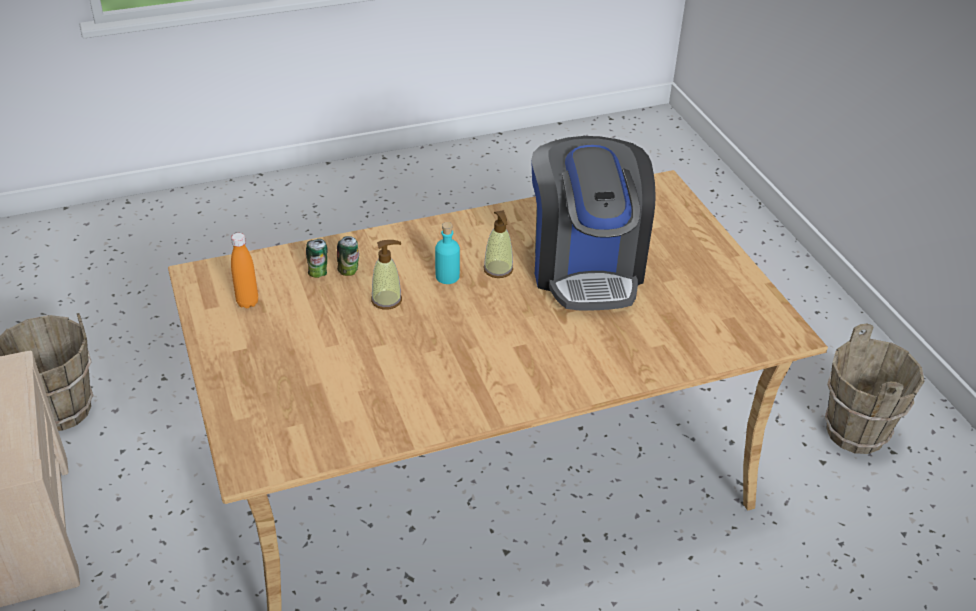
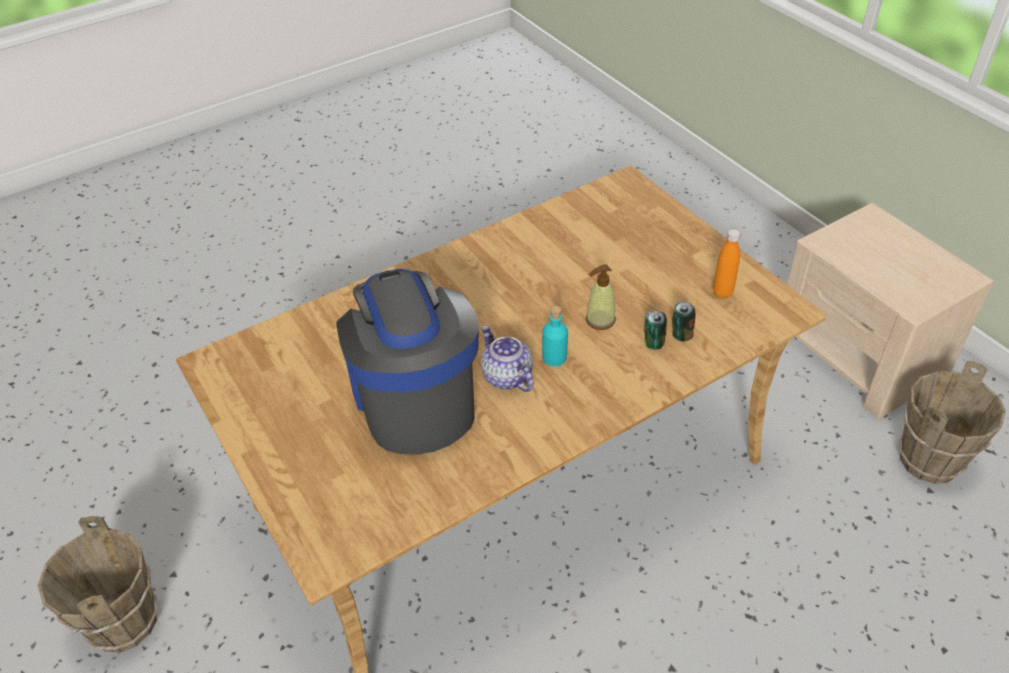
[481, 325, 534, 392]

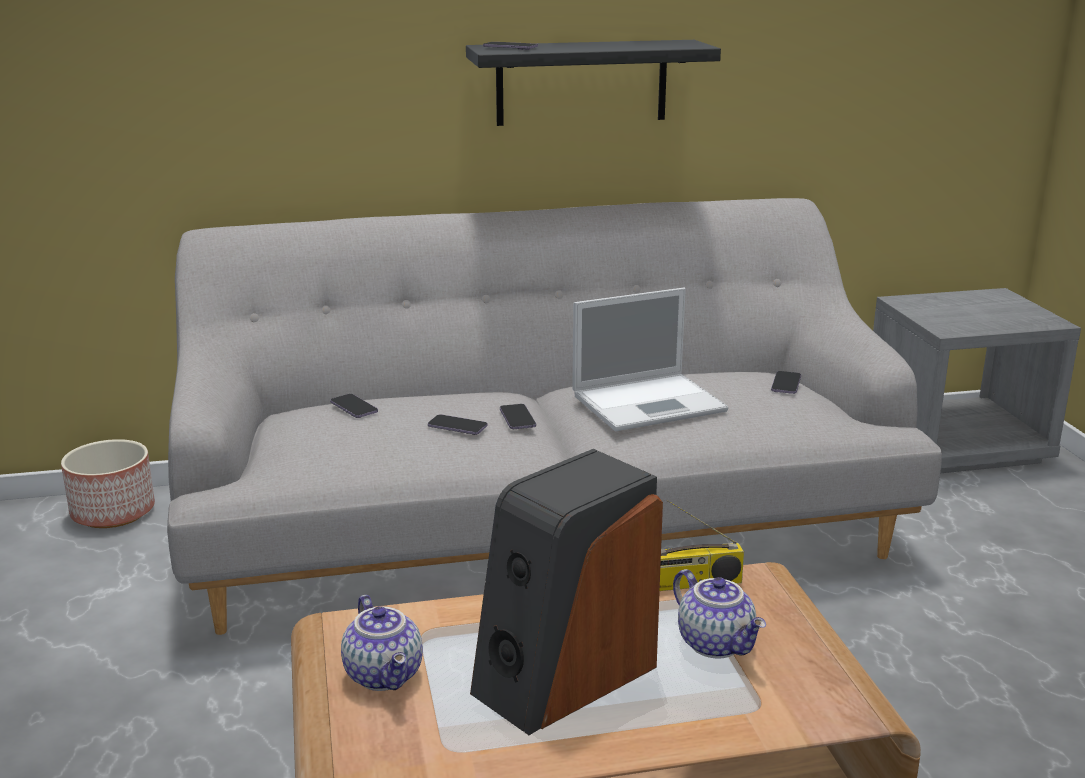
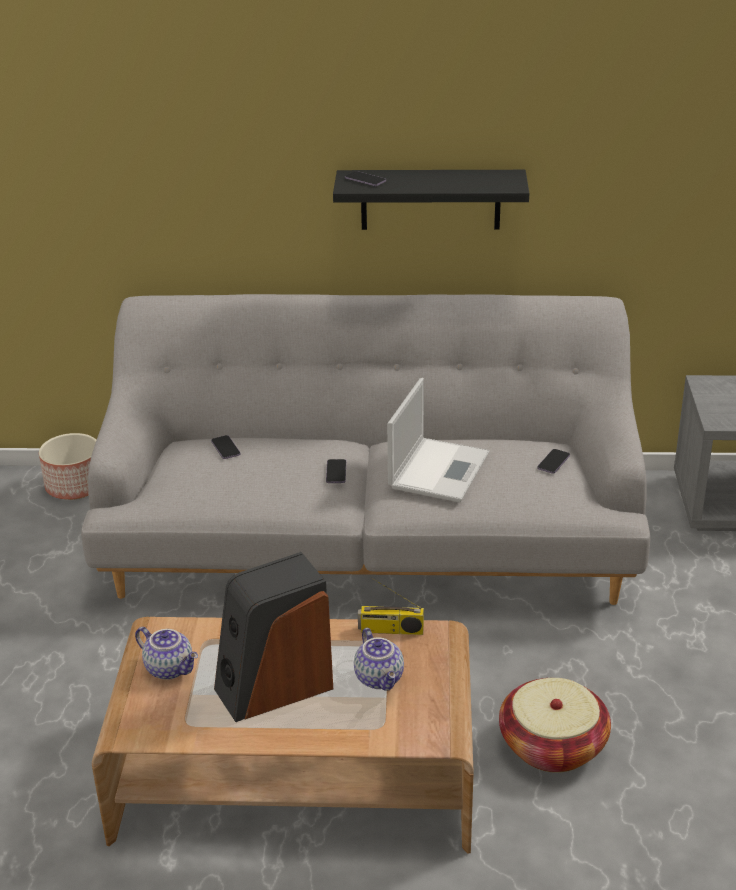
[428, 414, 487, 435] (first image)
[499, 678, 611, 773]
[135, 627, 198, 680]
[387, 378, 489, 503]

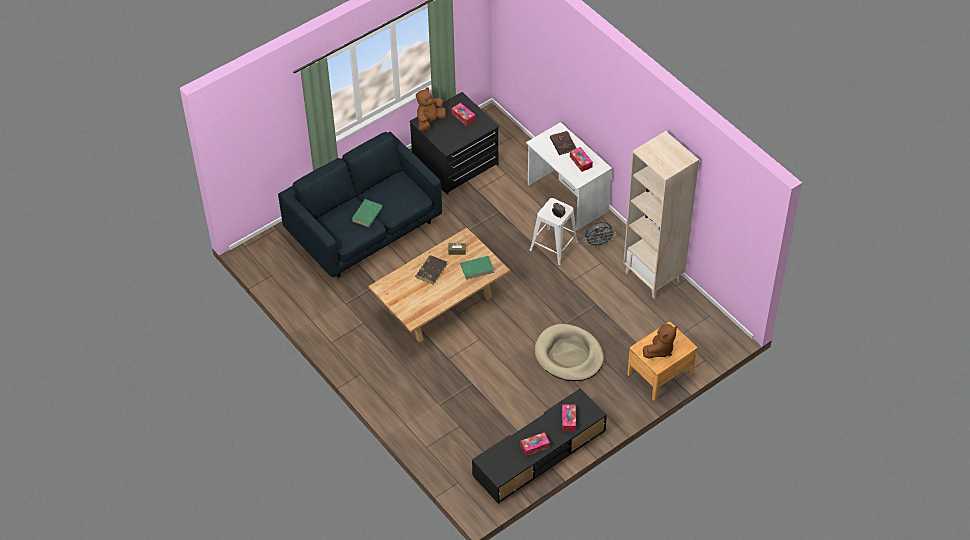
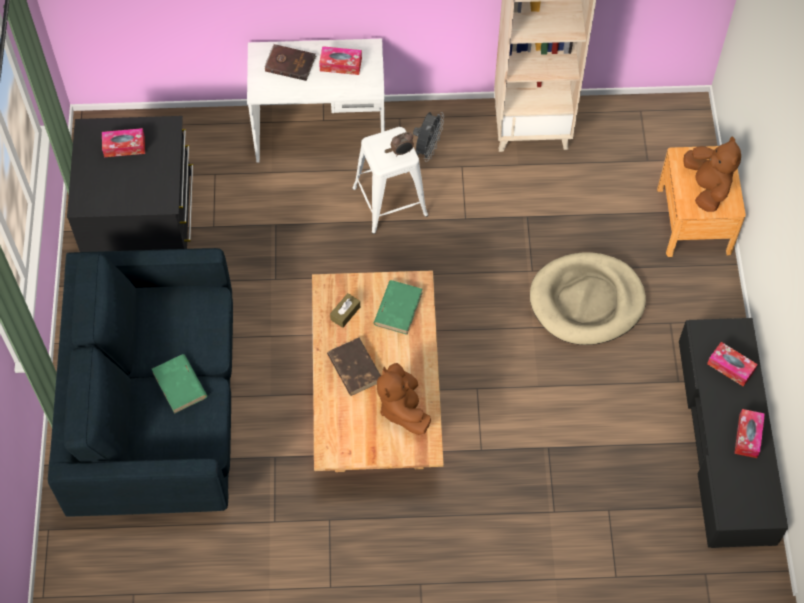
[377, 363, 431, 435]

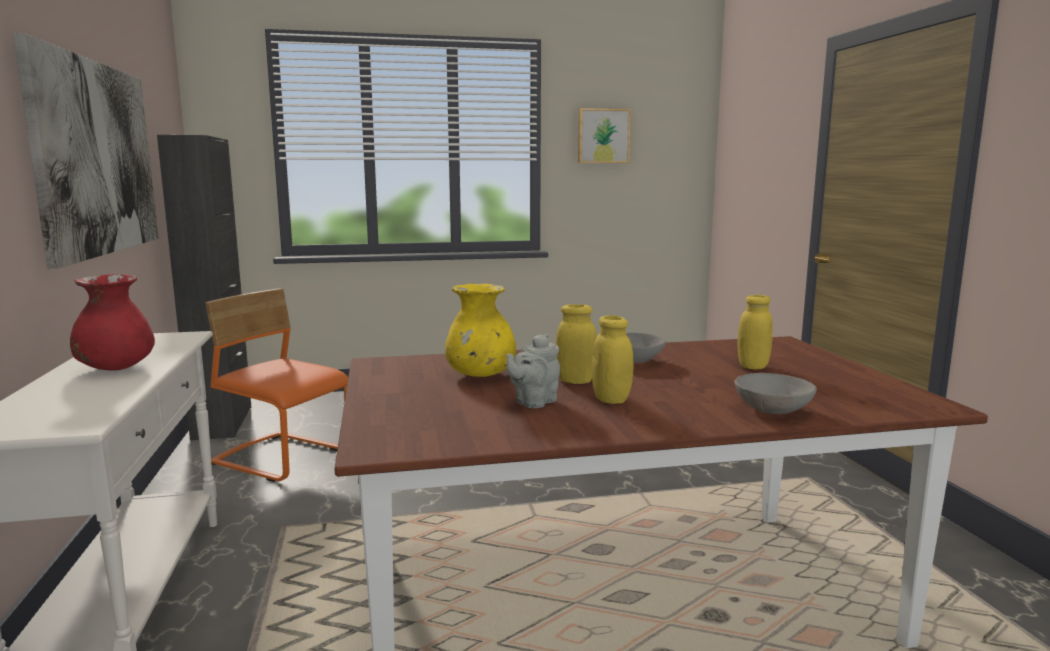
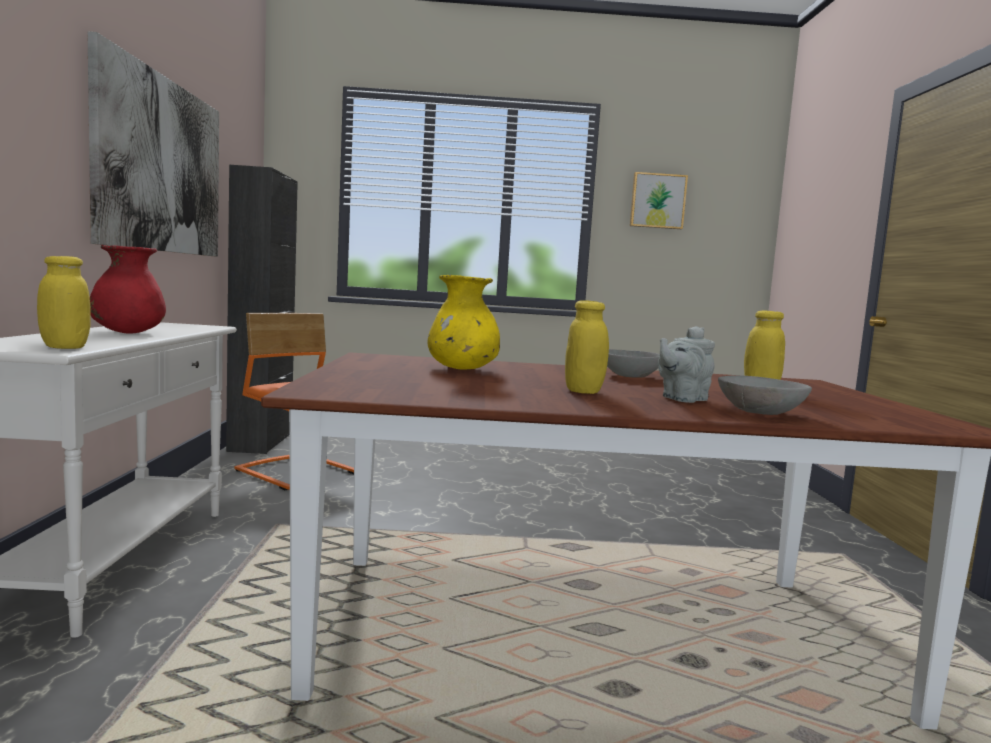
[658, 326, 715, 403]
[37, 256, 91, 349]

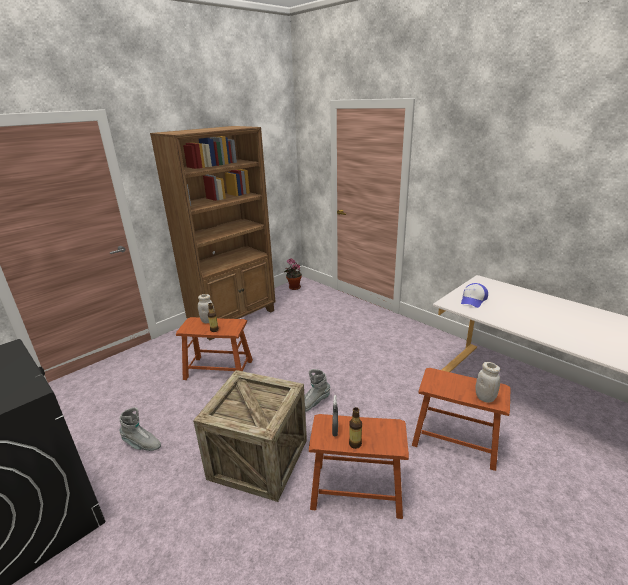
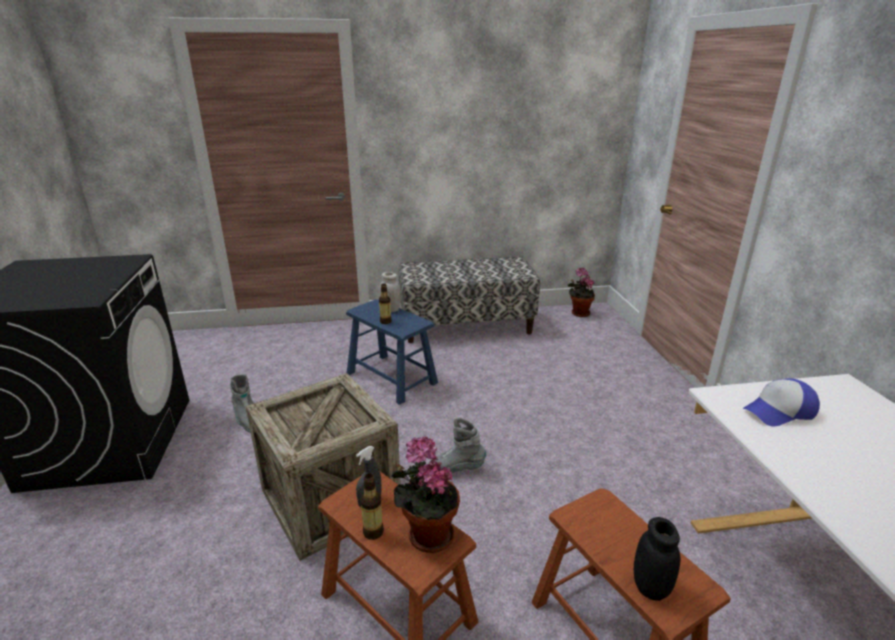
[391, 436, 460, 553]
[398, 257, 540, 343]
[346, 299, 438, 405]
[634, 517, 680, 601]

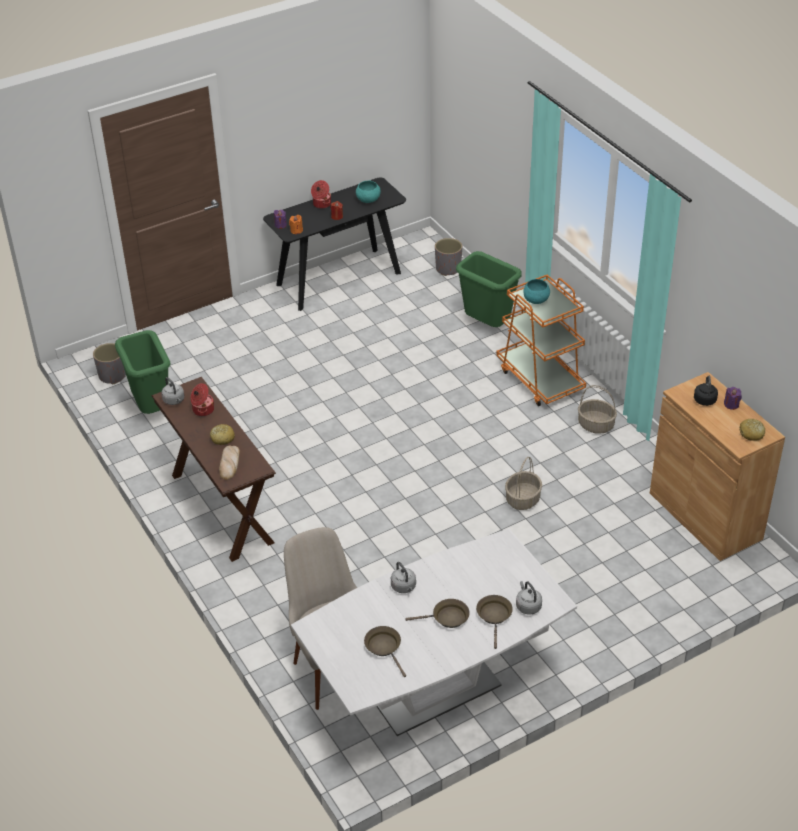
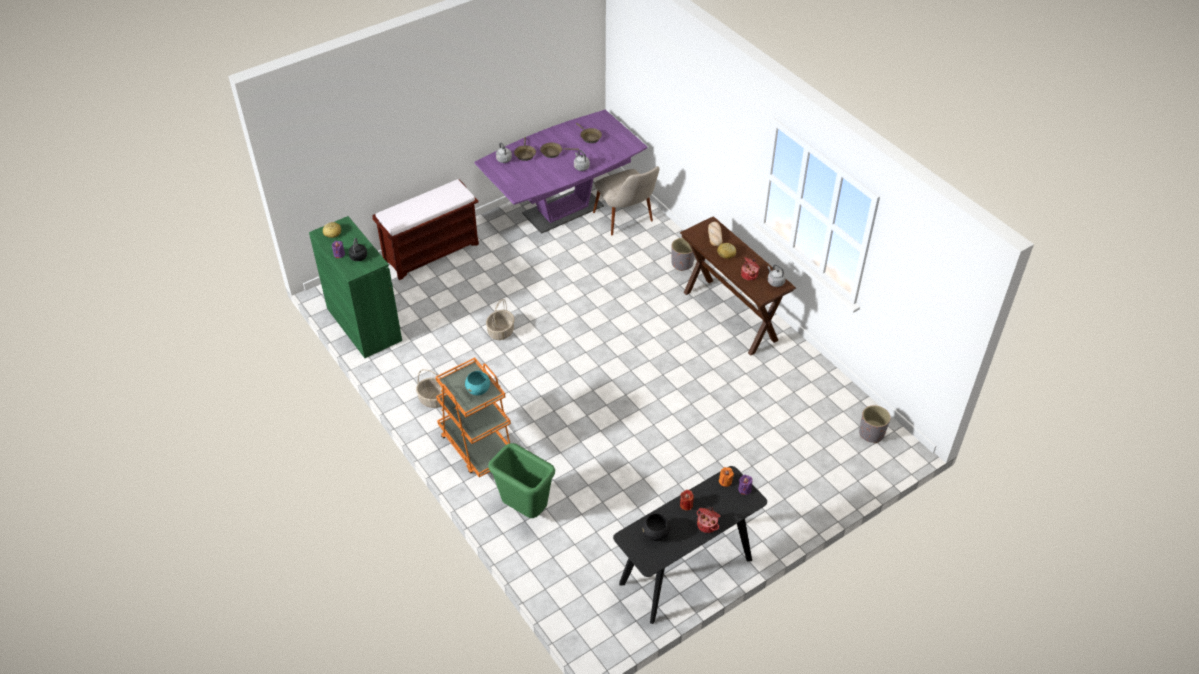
[115, 330, 171, 414] (first image)
[372, 179, 479, 280]
[671, 238, 694, 271]
[474, 110, 647, 234]
[642, 514, 671, 541]
[309, 216, 402, 358]

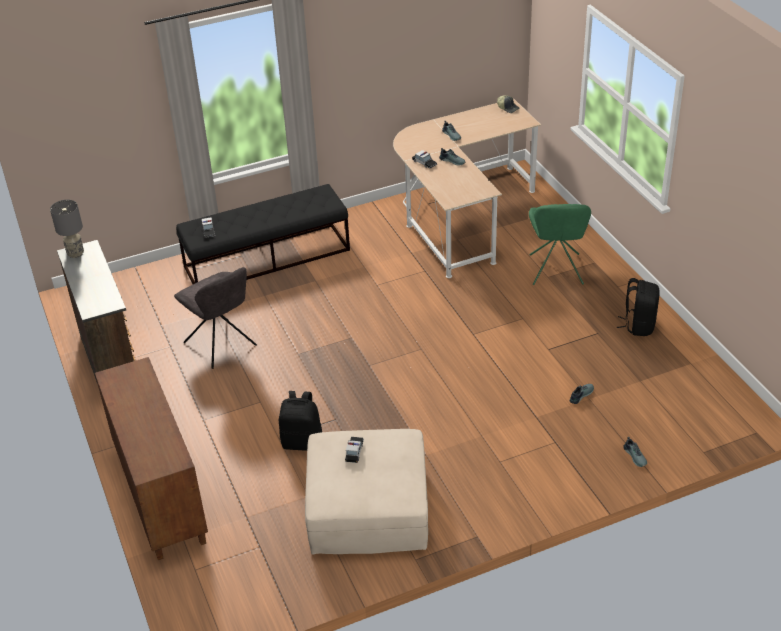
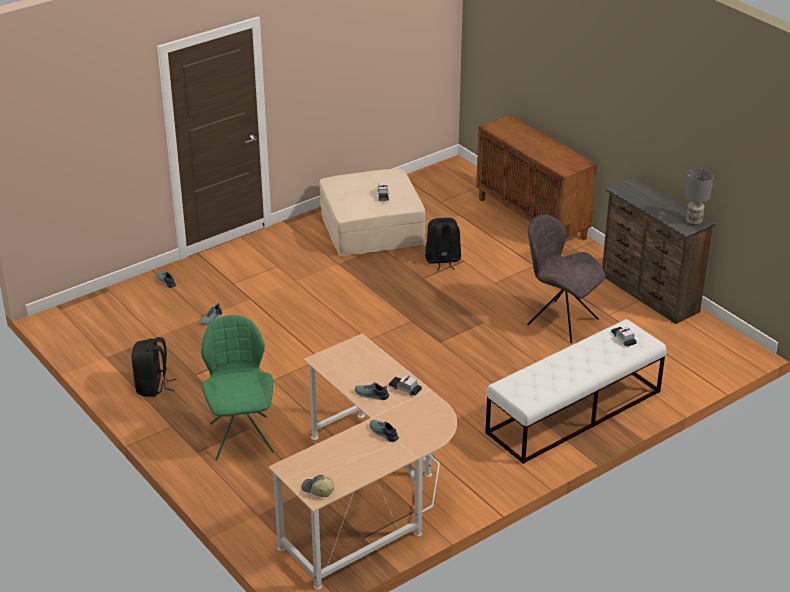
[485, 319, 667, 464]

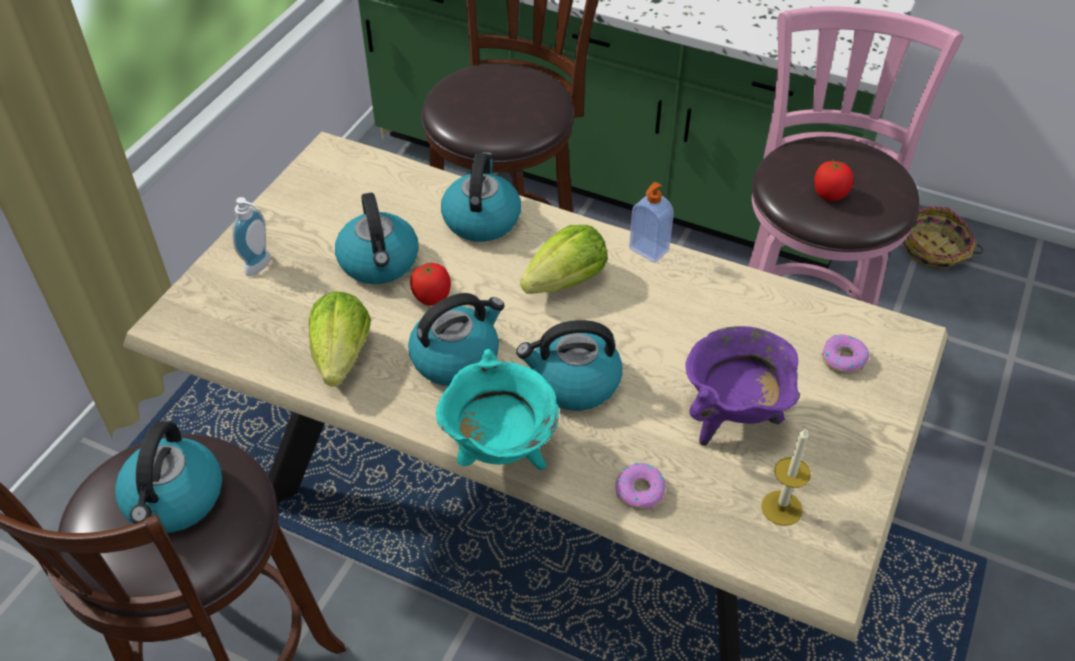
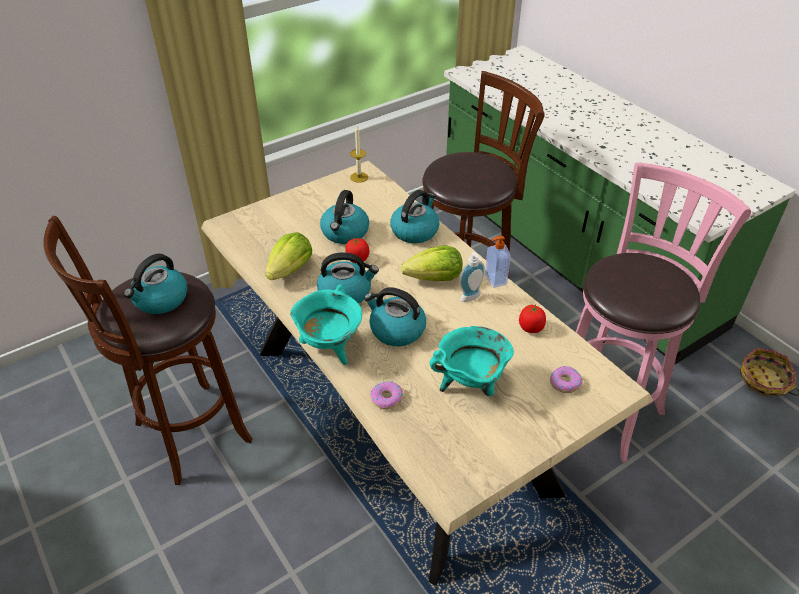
[460, 252, 485, 302]
[350, 126, 368, 183]
[519, 305, 546, 333]
[430, 326, 514, 396]

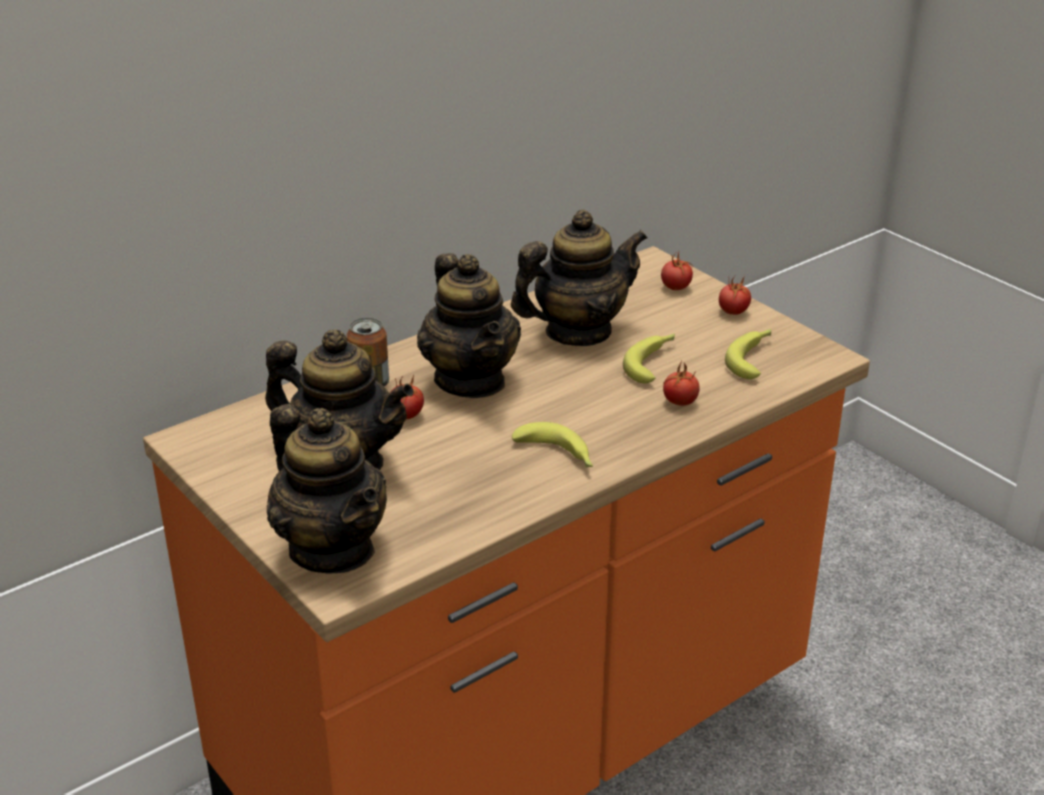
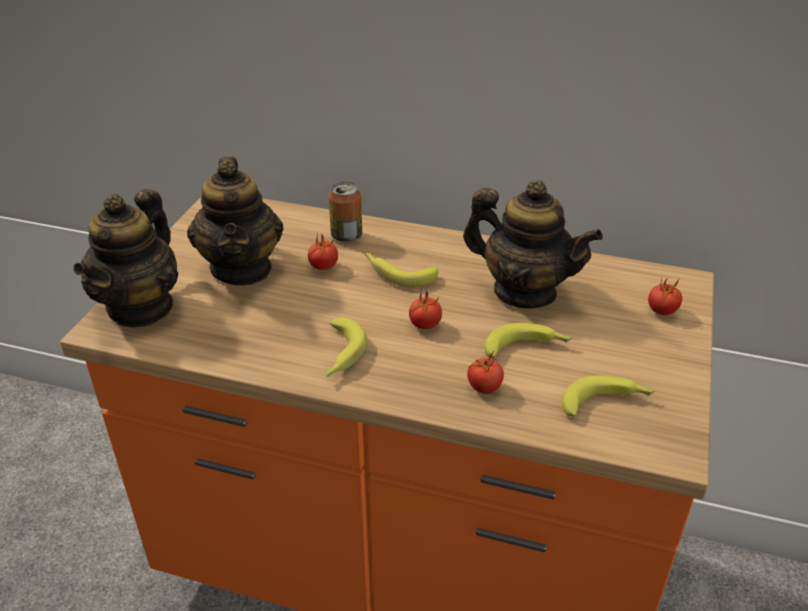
[409, 291, 442, 329]
[364, 253, 439, 288]

